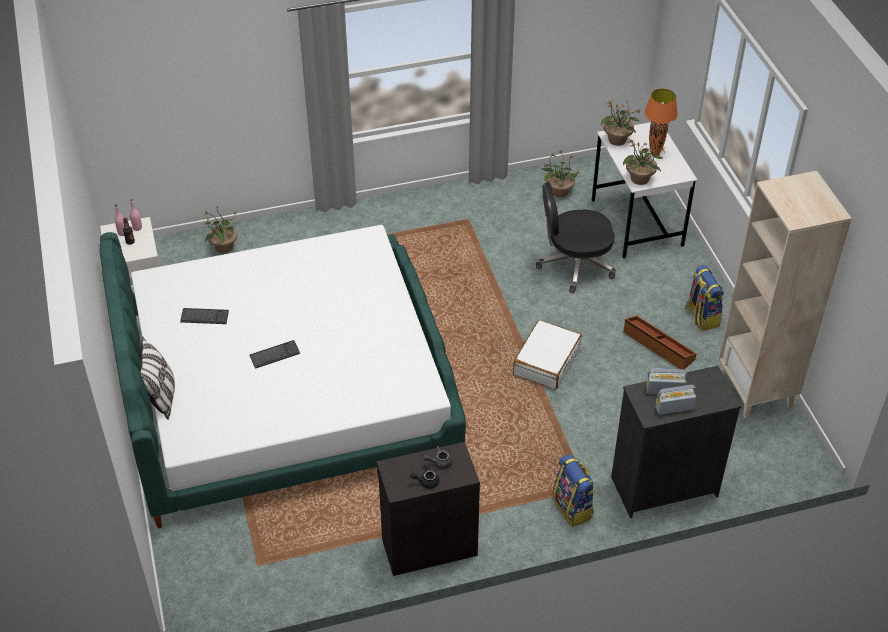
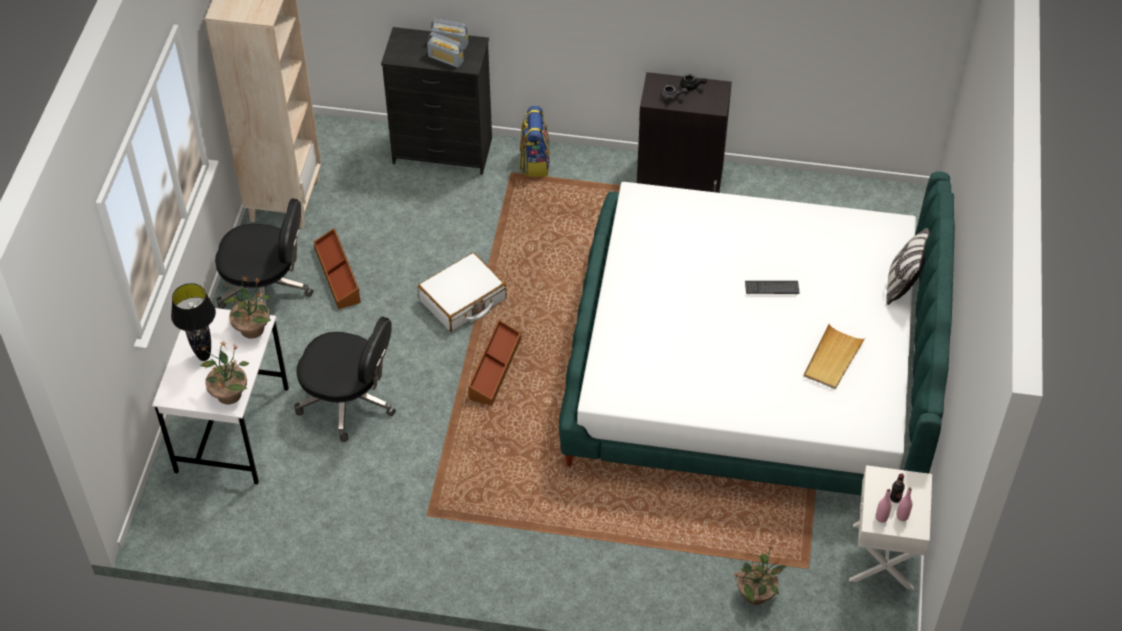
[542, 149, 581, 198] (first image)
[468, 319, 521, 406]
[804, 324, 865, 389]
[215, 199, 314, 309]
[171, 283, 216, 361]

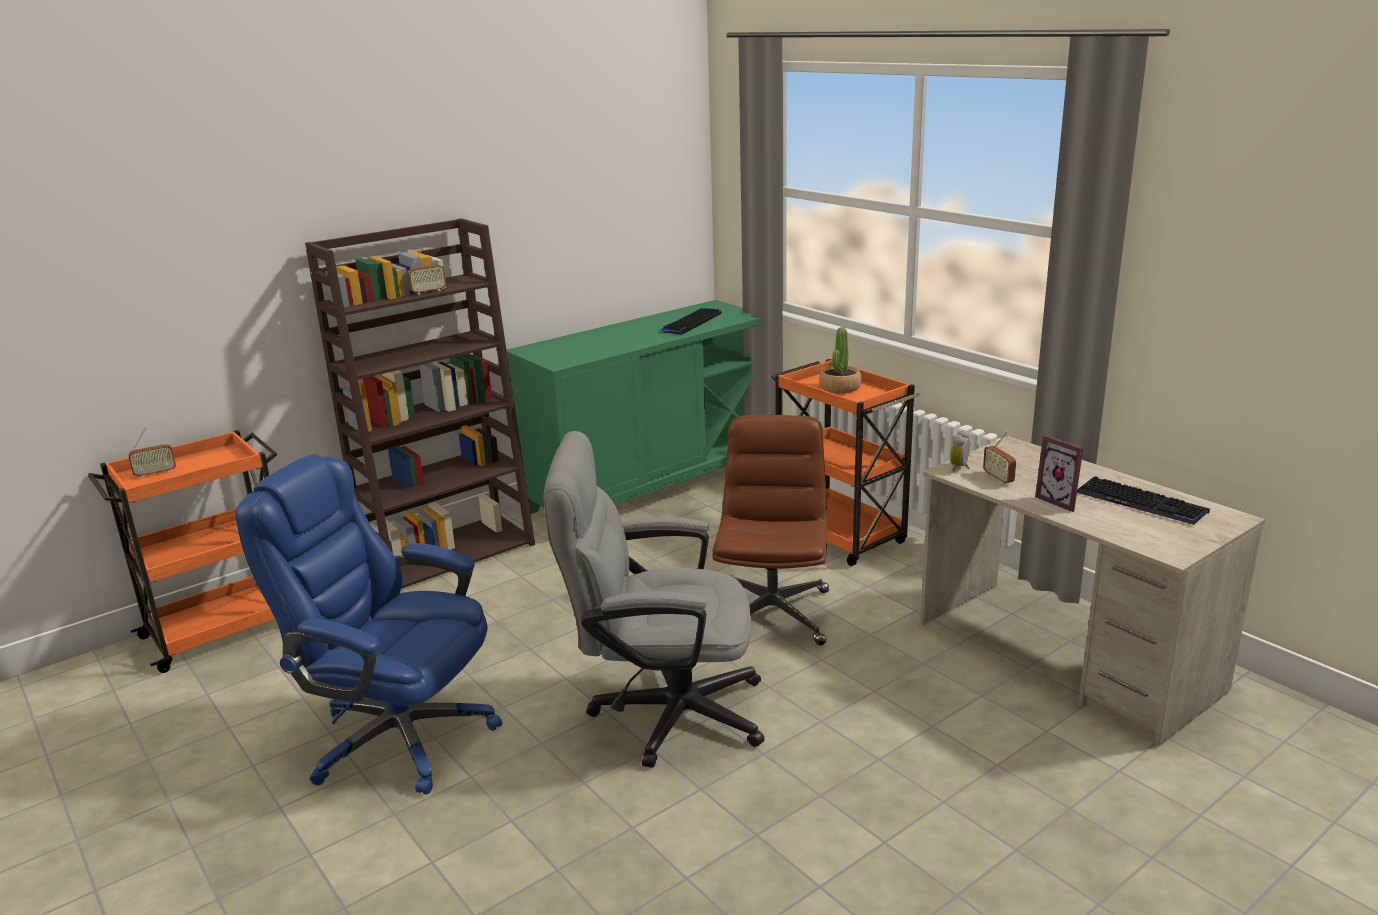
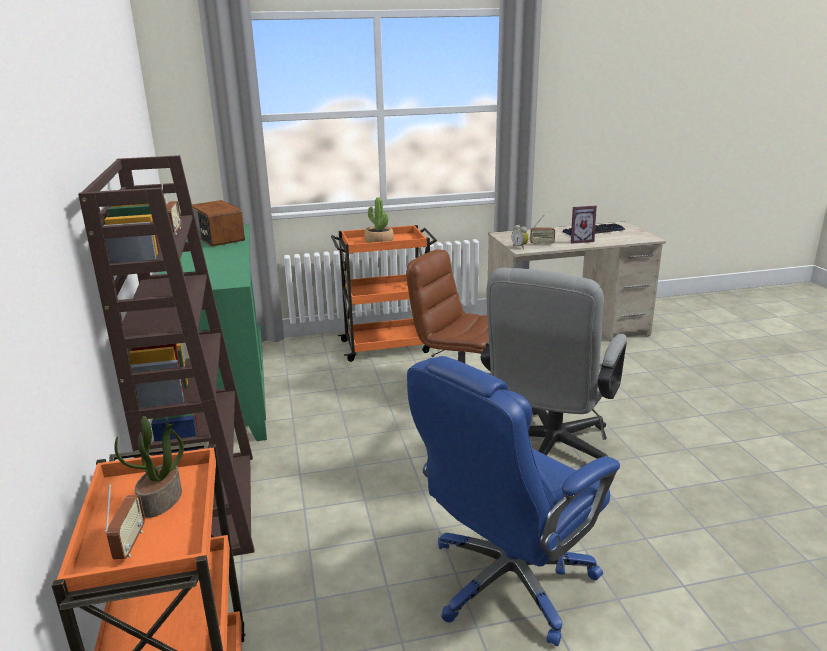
[114, 416, 184, 518]
[192, 200, 245, 247]

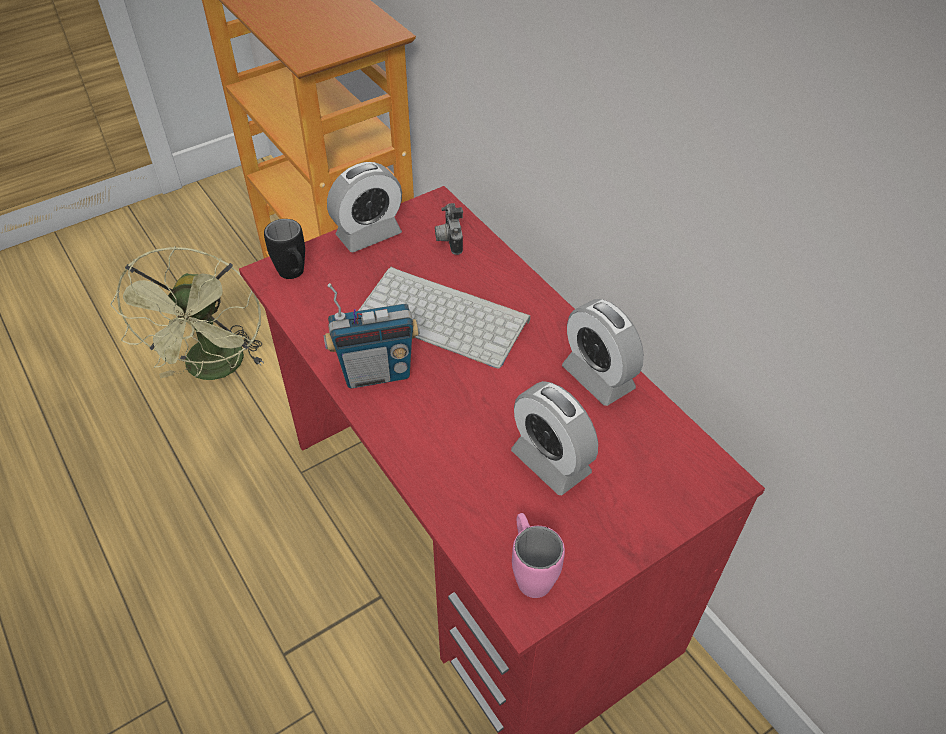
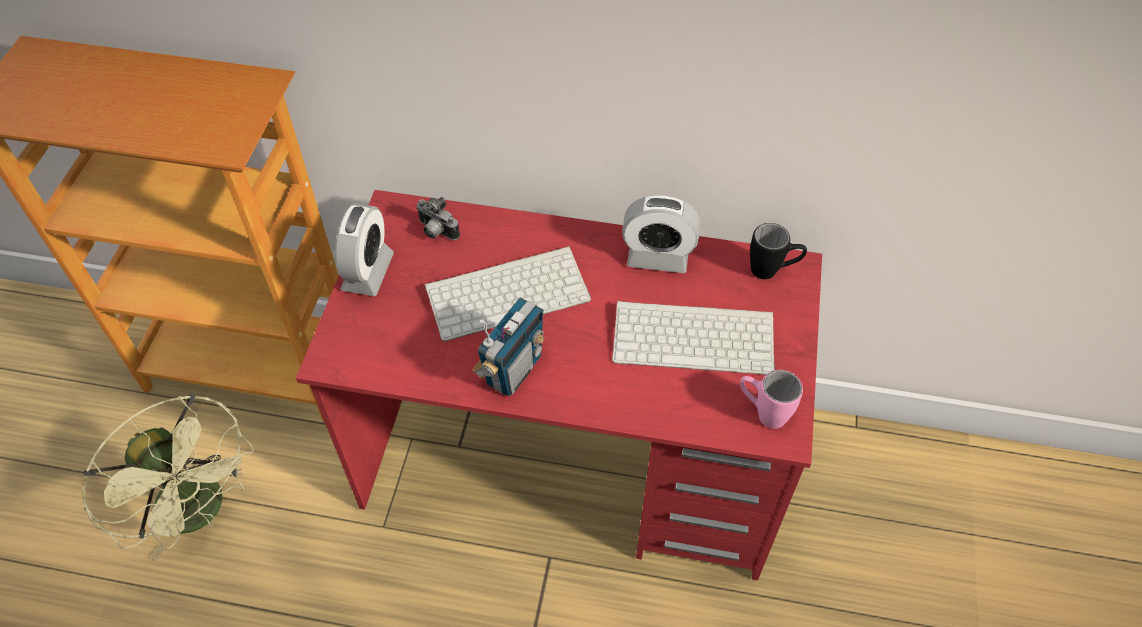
[750, 223, 807, 279]
[612, 301, 775, 375]

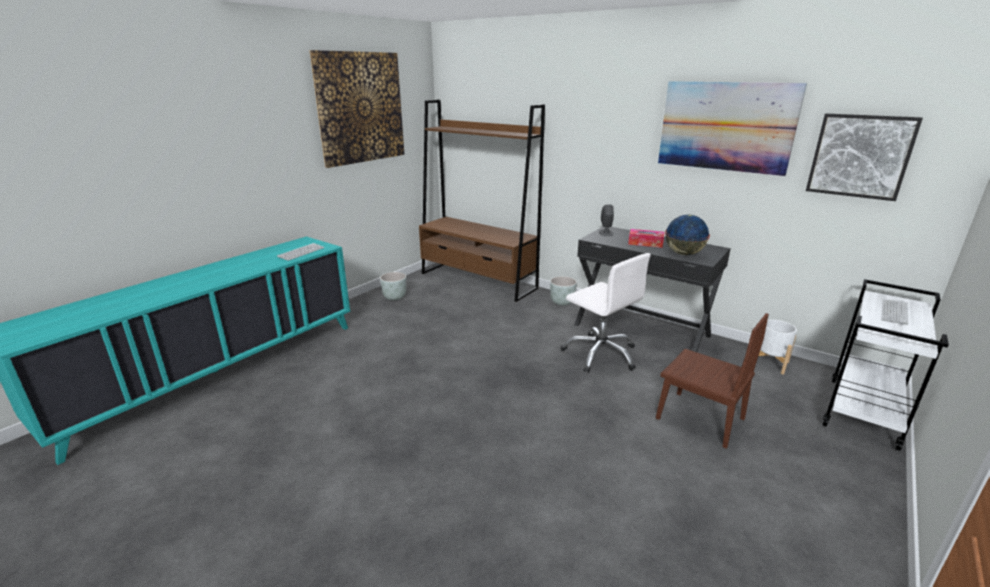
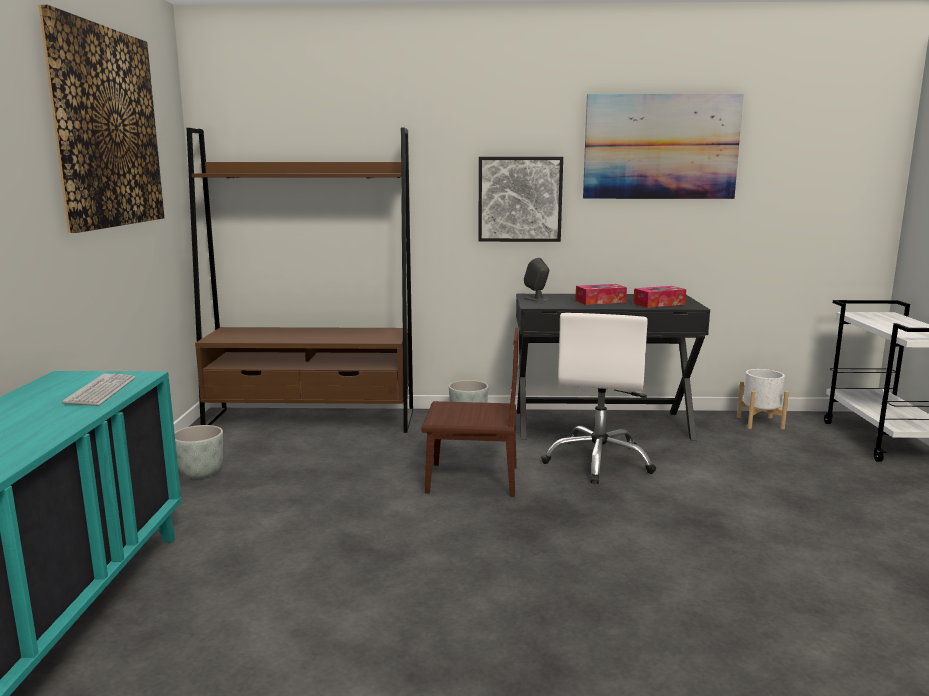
[882, 300, 908, 325] (first image)
[421, 328, 518, 497]
[478, 157, 563, 242]
[633, 286, 686, 308]
[541, 313, 656, 484]

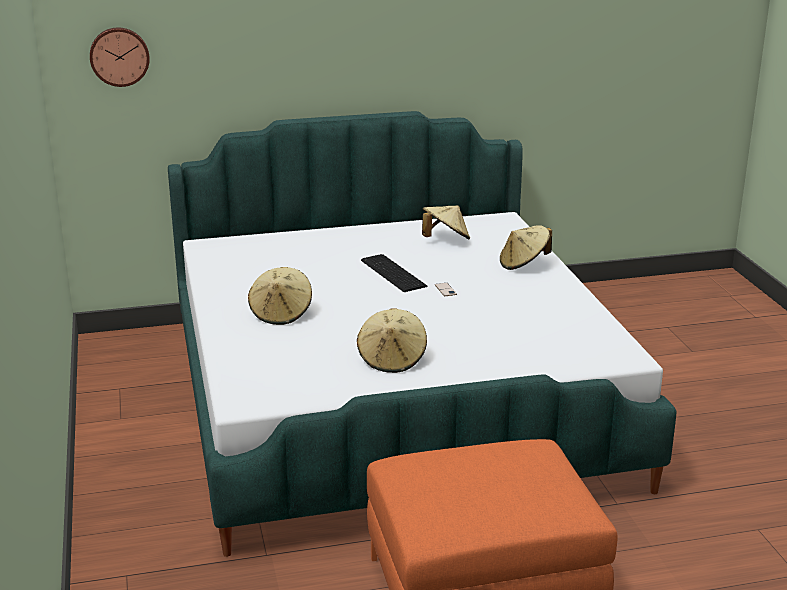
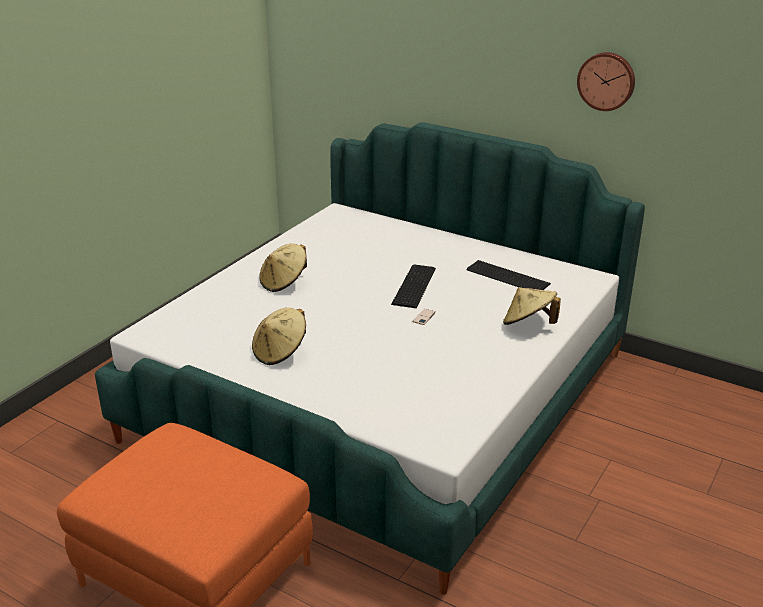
[577, 52, 635, 111]
[466, 260, 551, 290]

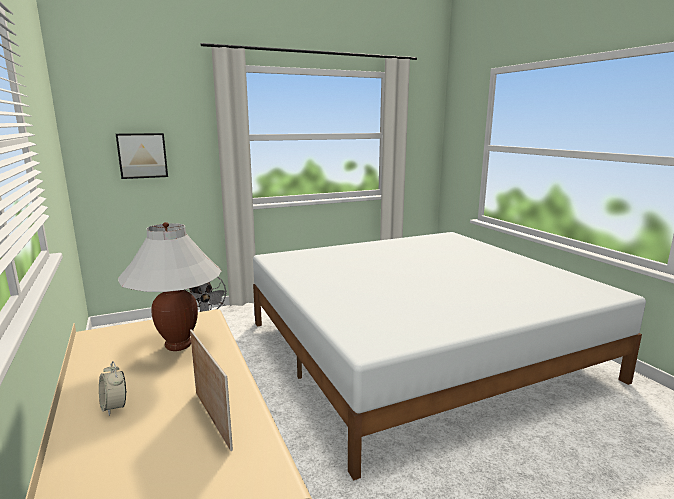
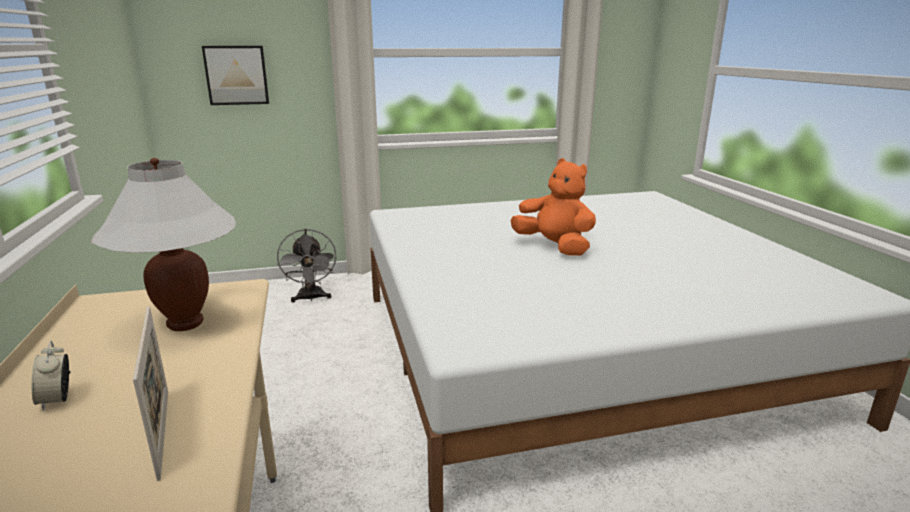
[510, 158, 596, 256]

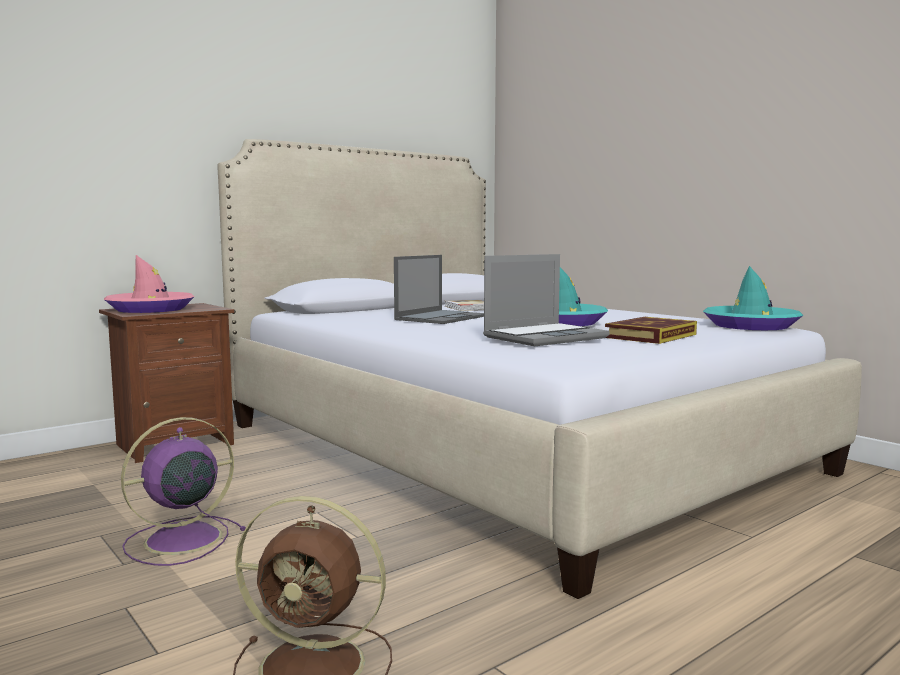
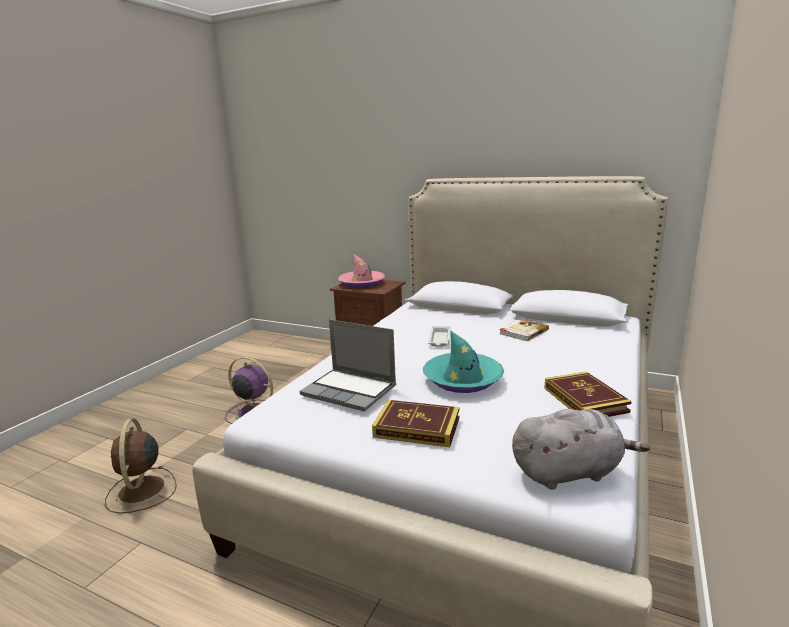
[544, 372, 632, 417]
[428, 326, 451, 347]
[512, 409, 650, 490]

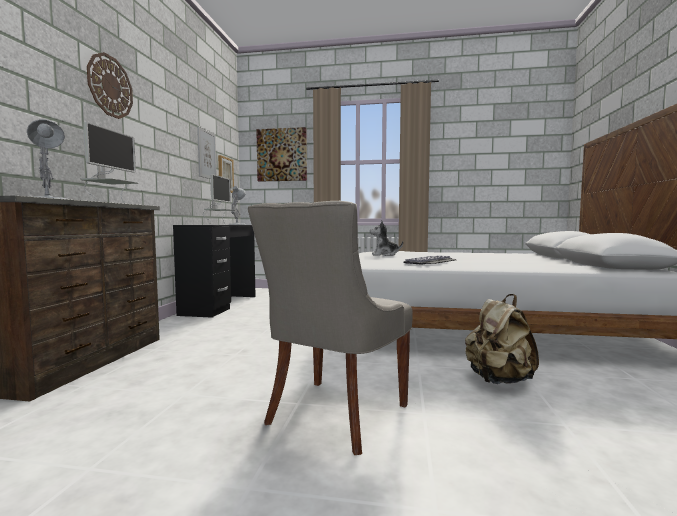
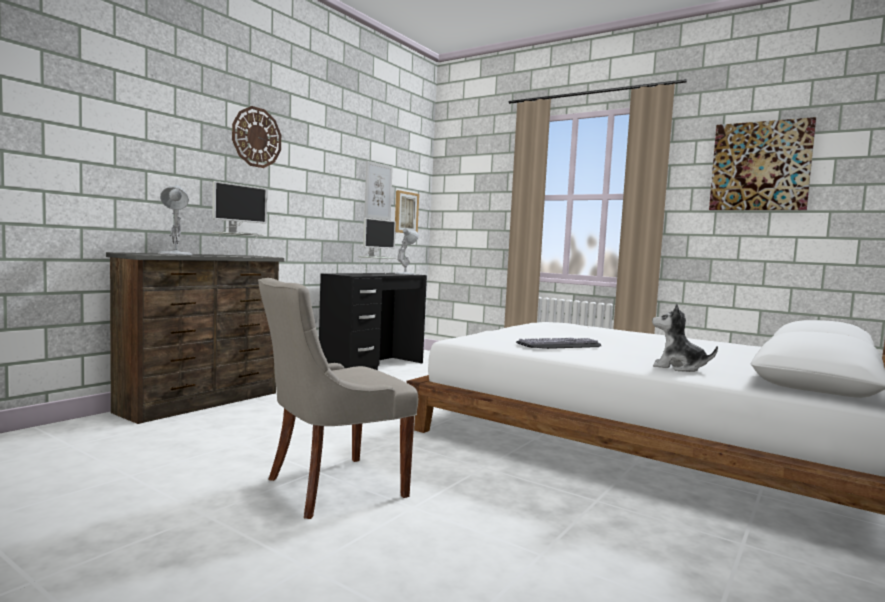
[465, 294, 539, 384] (first image)
[709, 117, 816, 210]
[652, 303, 718, 372]

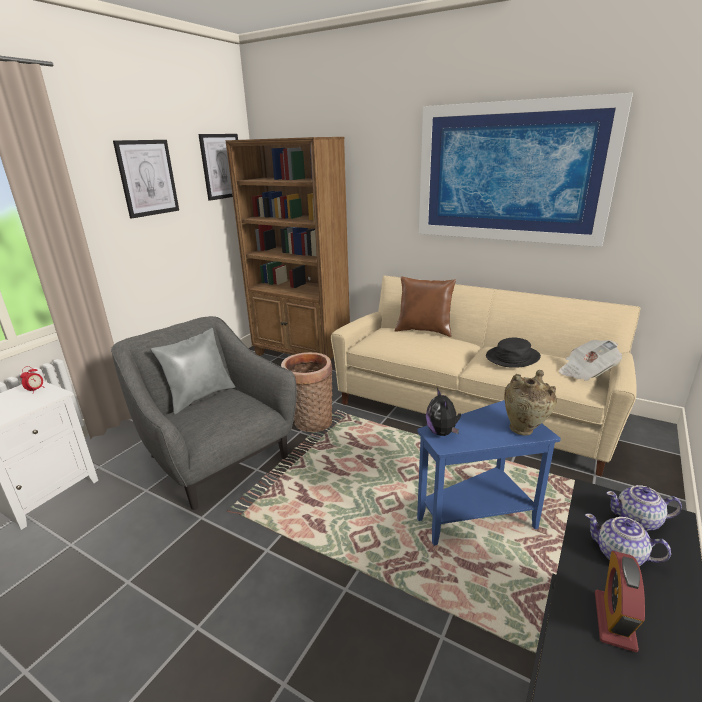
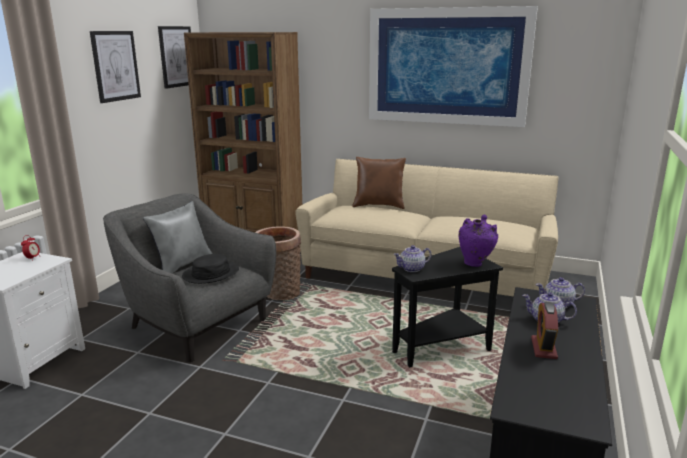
[559, 340, 622, 381] (first image)
[182, 254, 239, 284]
[393, 245, 431, 272]
[392, 247, 503, 367]
[459, 215, 498, 267]

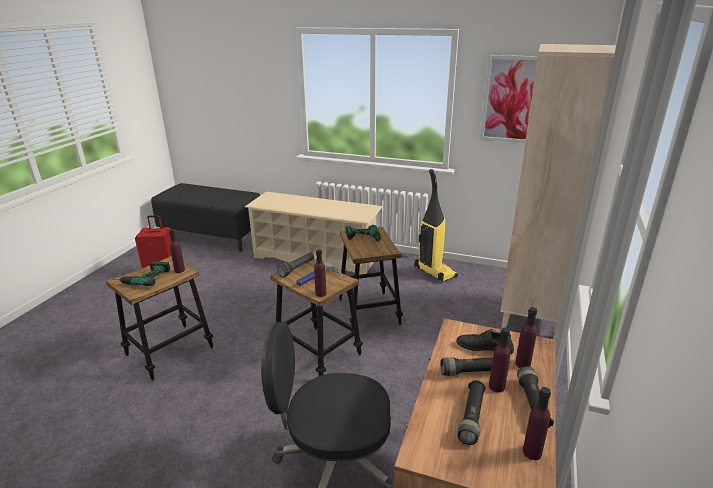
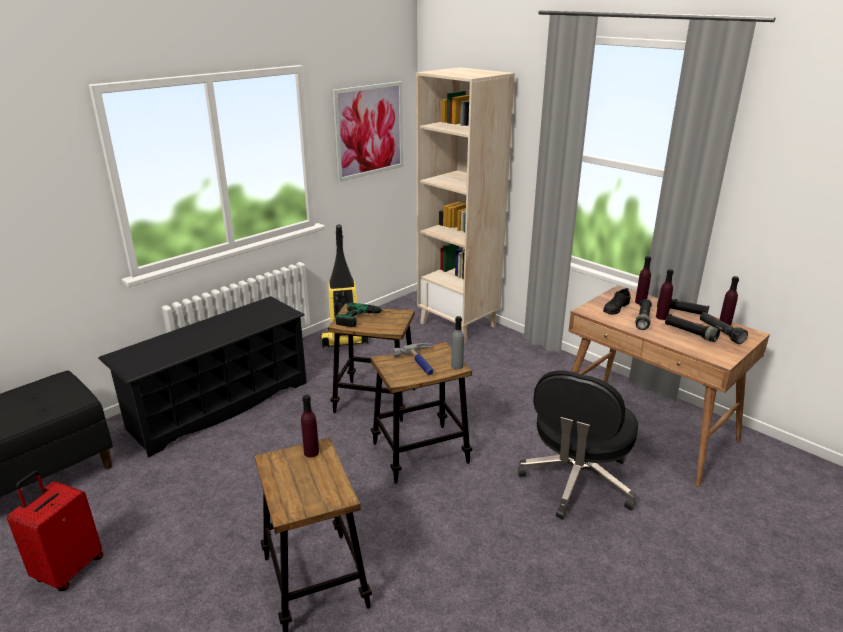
[115, 261, 170, 286] (first image)
[700, 312, 748, 344]
[98, 296, 307, 457]
[451, 316, 464, 369]

